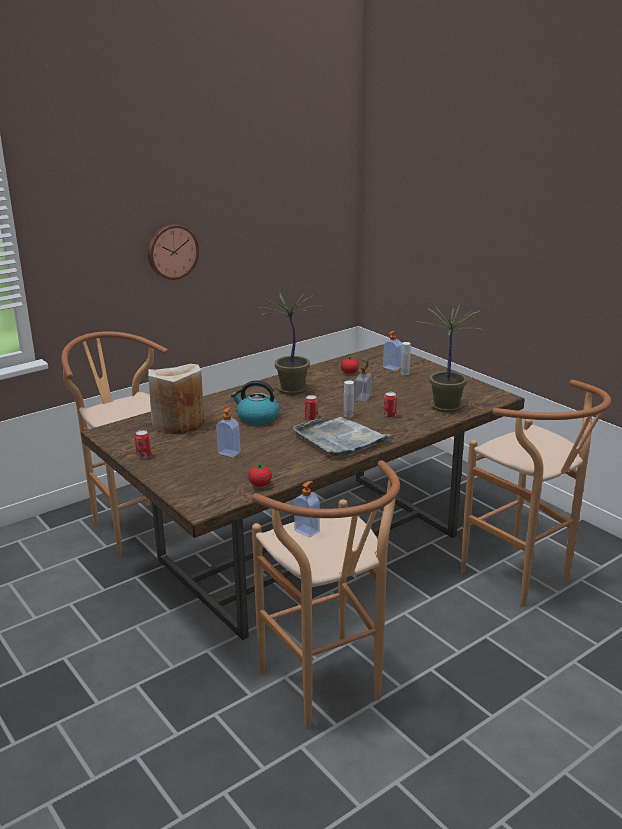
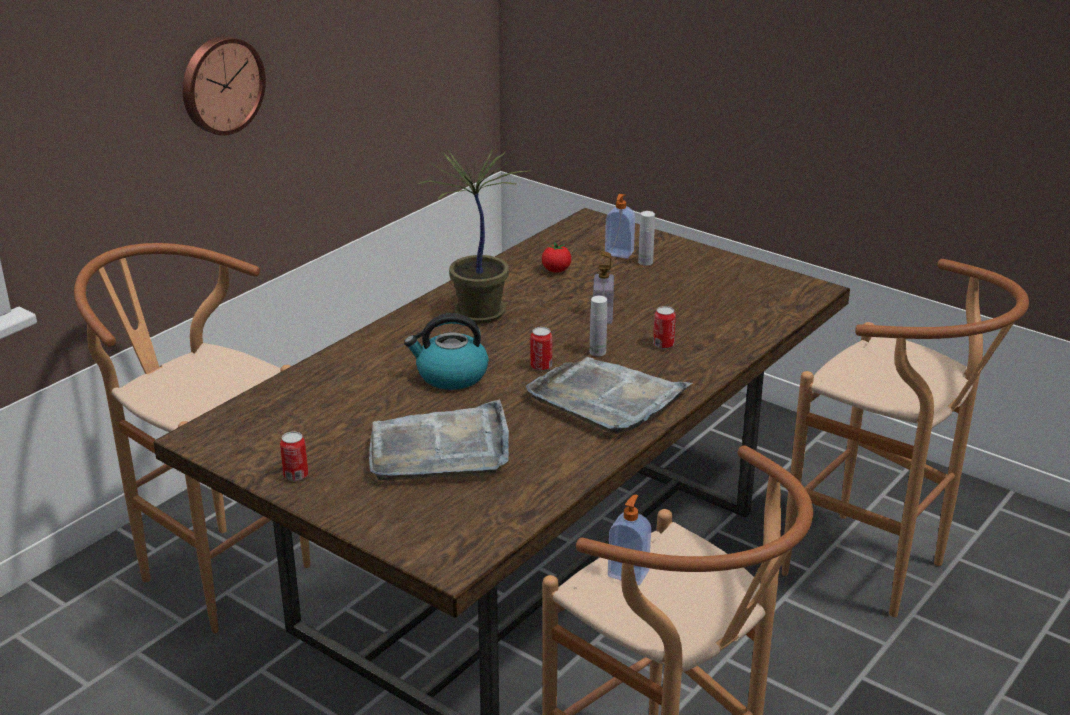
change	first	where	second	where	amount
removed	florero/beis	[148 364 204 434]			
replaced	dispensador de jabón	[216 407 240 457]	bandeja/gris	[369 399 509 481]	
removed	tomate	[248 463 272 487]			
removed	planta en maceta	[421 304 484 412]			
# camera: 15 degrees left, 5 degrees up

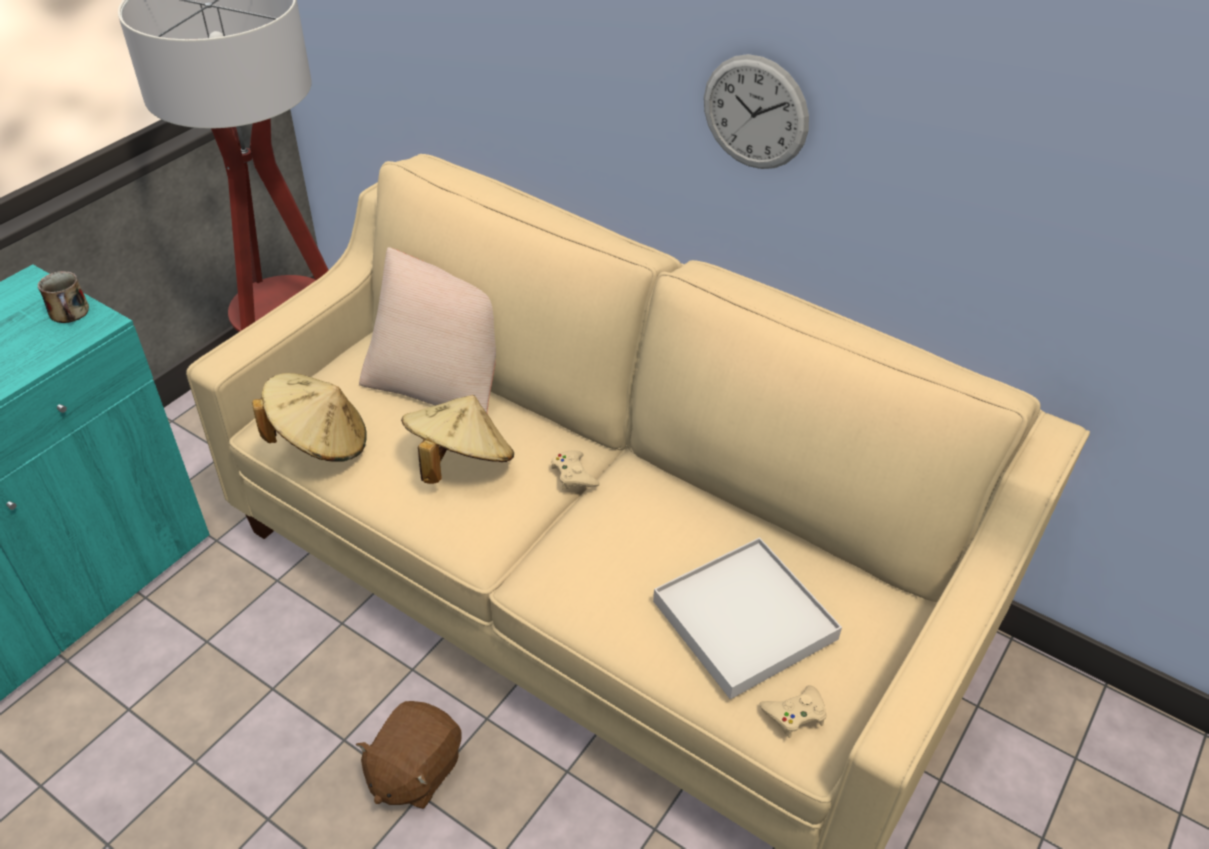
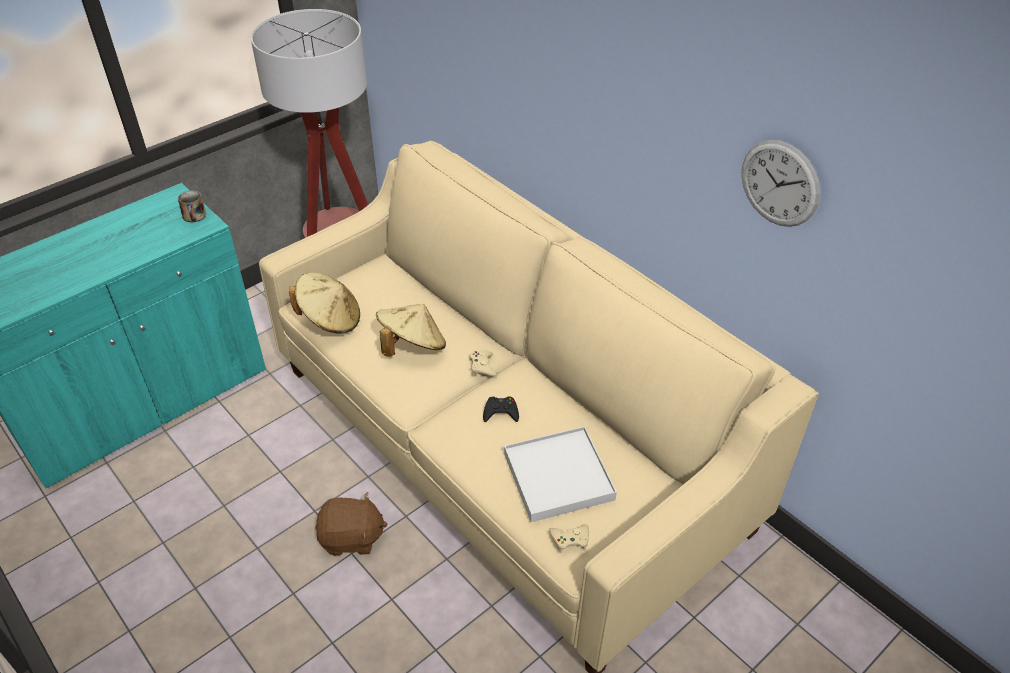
change	first	where	second	where	amount
turned	peluche/marrón	[356 701 462 809]		[315 492 388 556]	135 degrees counterclockwise
removed	cojín/beis	[359 247 496 413]			
moved	reloj de pared	[704 54 809 169]		[741 140 820 227]	
added			mando de consola/negro	[483 397 519 422]	
# camera: 15 degrees right, 0 degrees up

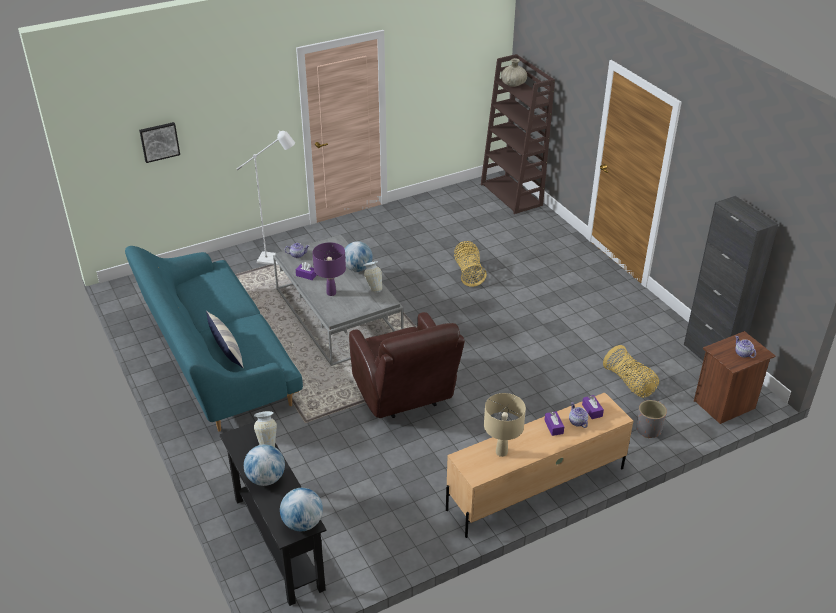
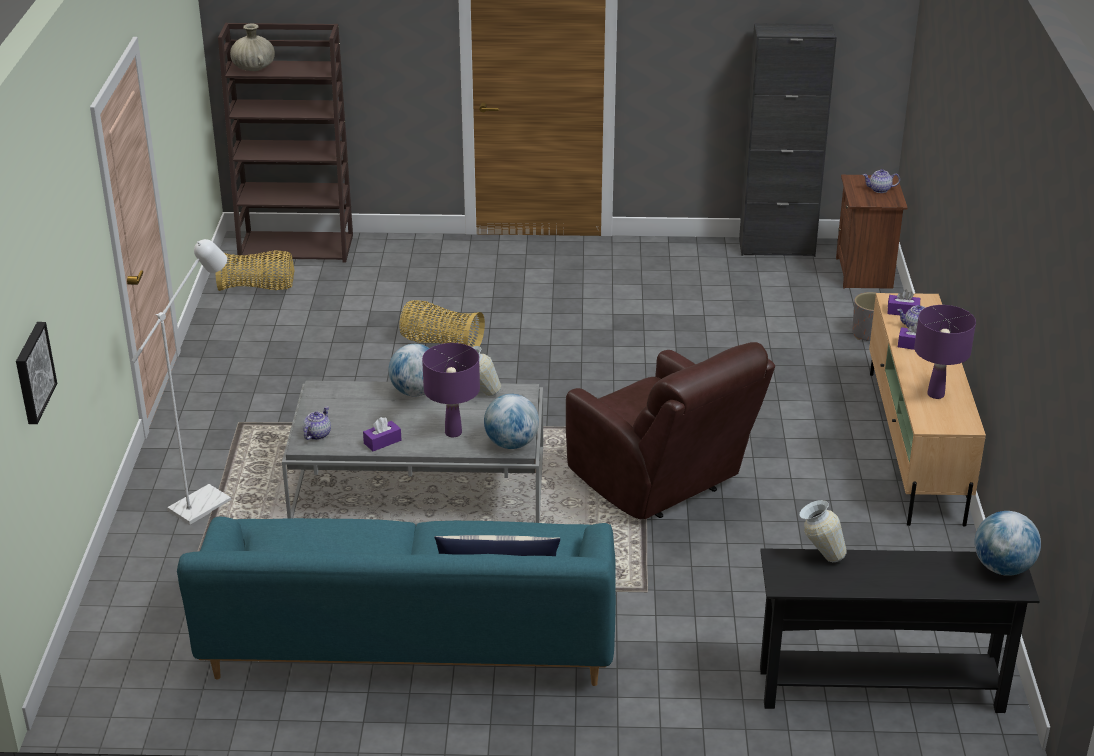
change	first	where	second	where	amount
moved	globo terráqueo	[244 444 285 486]		[484 394 539 449]	
turned	sillón/marrón	[349 312 465 418]		[566 342 775 519]	45 degrees clockwise
recoloured	lámpara de mesa/beis	[484 393 526 457]	lámpara de mesa/morado	[914 305 976 399]	
moved	cesta	[603 345 659 398]		[215 250 294 291]	
# camera: 60 degrees left, 5 degrees down

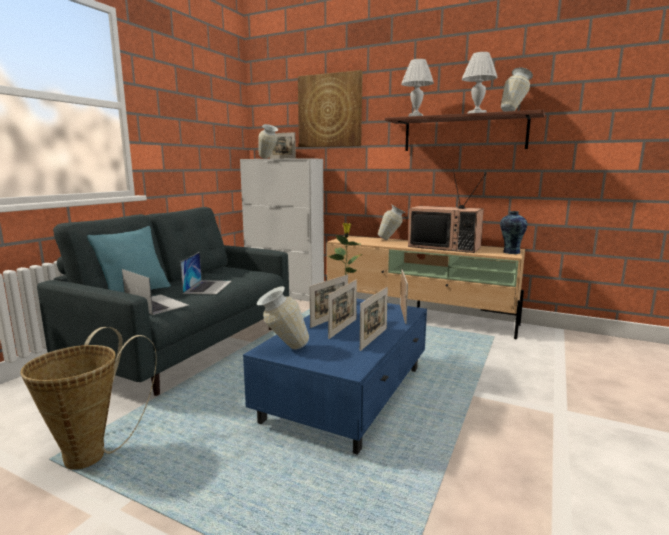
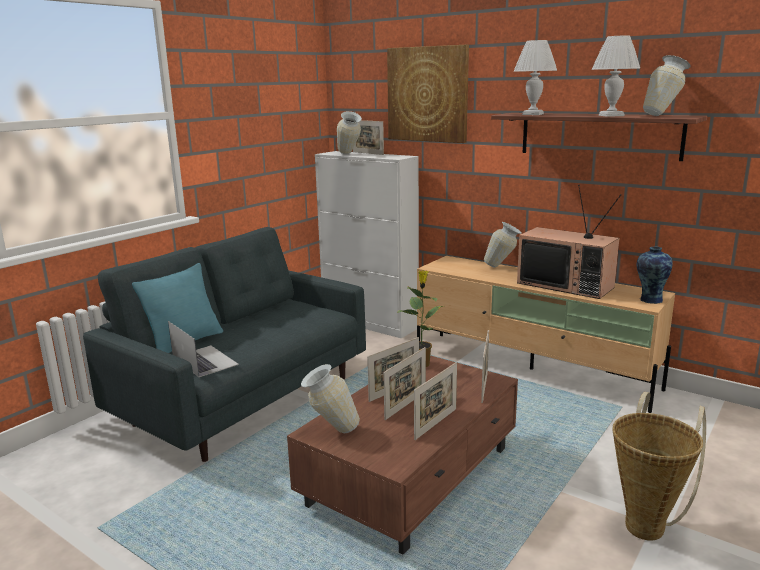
change	first	where	second	where	amount
moved	cesta	[20 327 157 470]		[612 392 706 541]	
removed	portátil	[180 252 232 295]			
recoloured	mesa de centro/azul	[243 299 427 455]	mesa de centro/marrón	[287 355 518 555]	
# camera: 10 degrees right, 5 degrees up

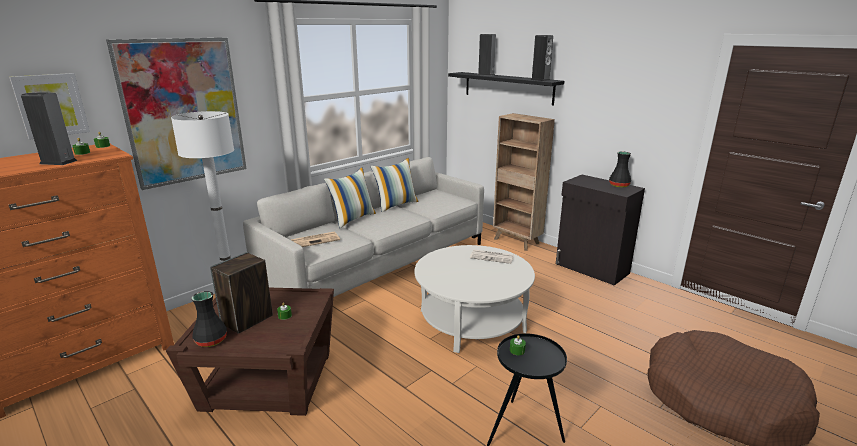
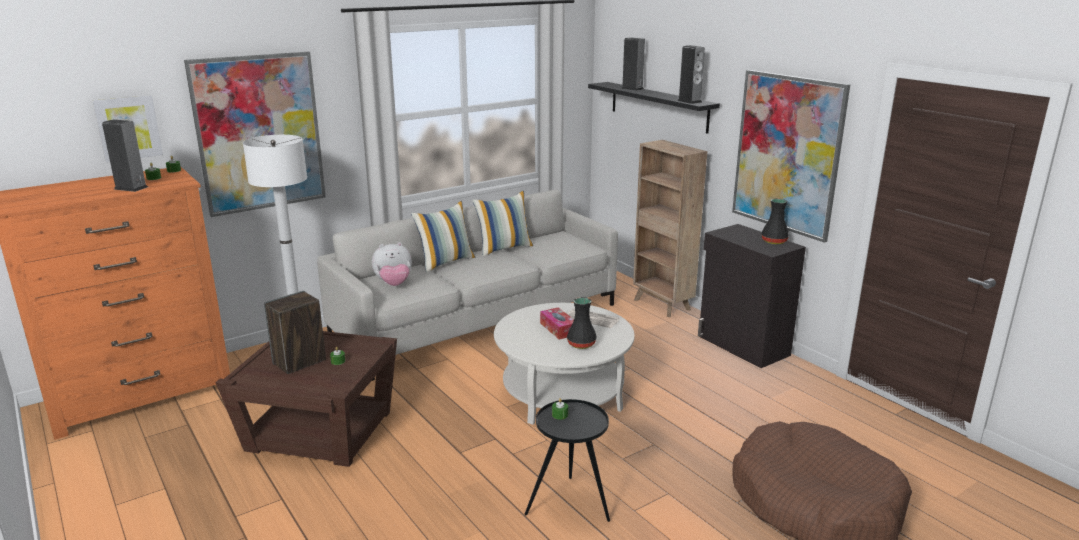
change	first	where	second	where	amount
moved	florero/negro	[192 291 227 347]		[567 297 597 349]	
replaced	periódico	[291 232 340 247]	peluche	[372 242 412 286]	
added			caja de pañuelos	[540 307 574 339]	
added			cuadro	[732 70 850 243]	
# camera: 10 degrees right, 0 degrees up

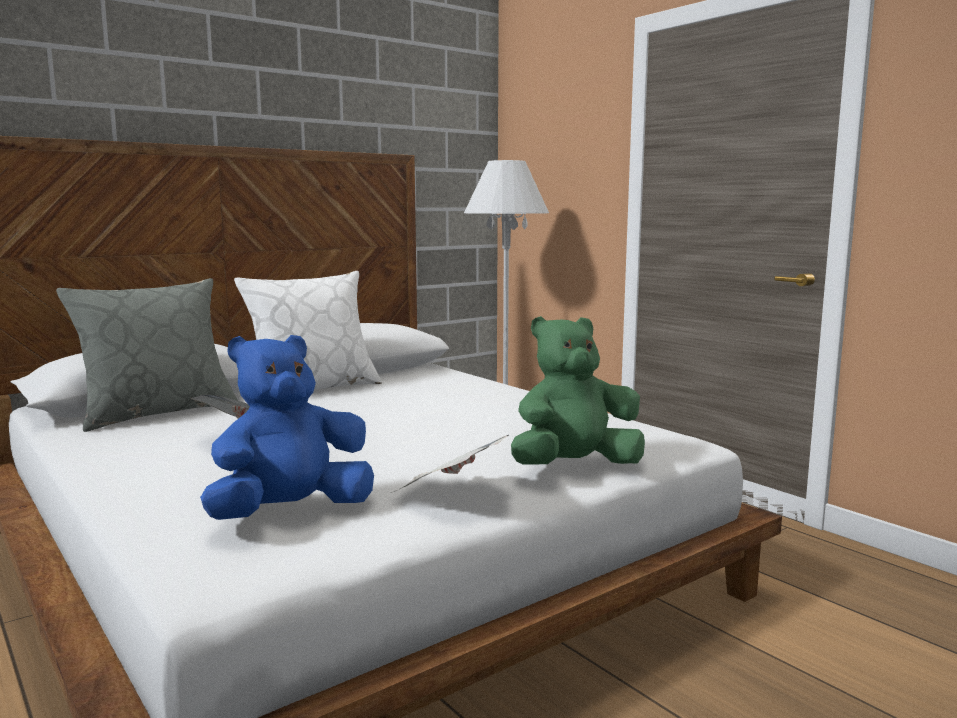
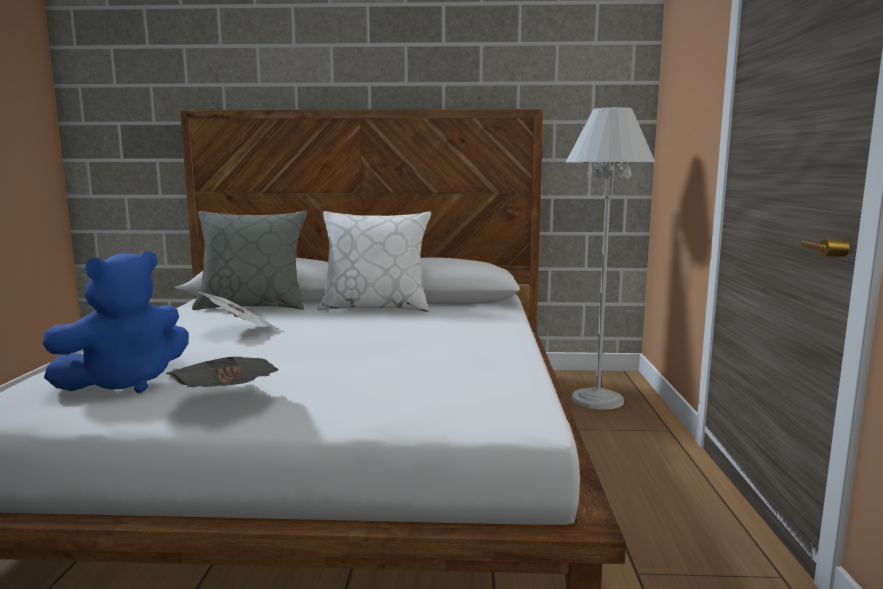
change	first	where	second	where	amount
turned	peluche/azul	[200 335 374 520]		[43 251 189 393]	135 degrees clockwise
removed	peluche/verde	[511 316 645 465]			
# camera: 40 degrees right, 0 degrees up

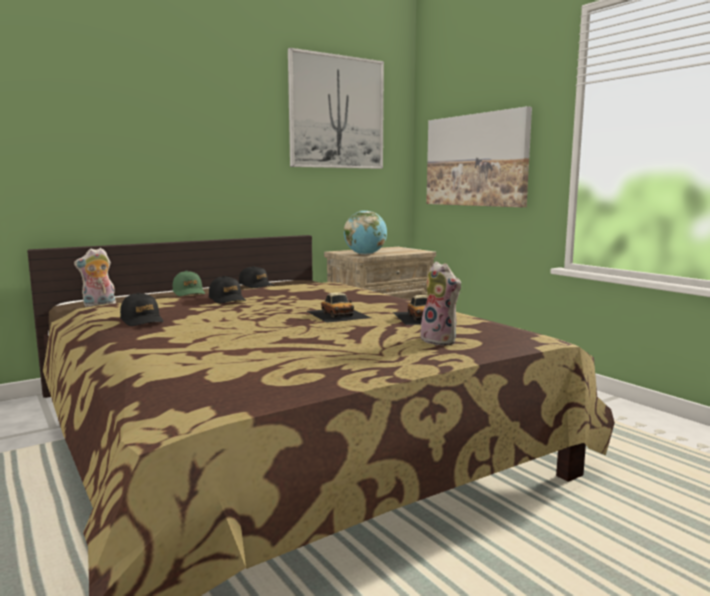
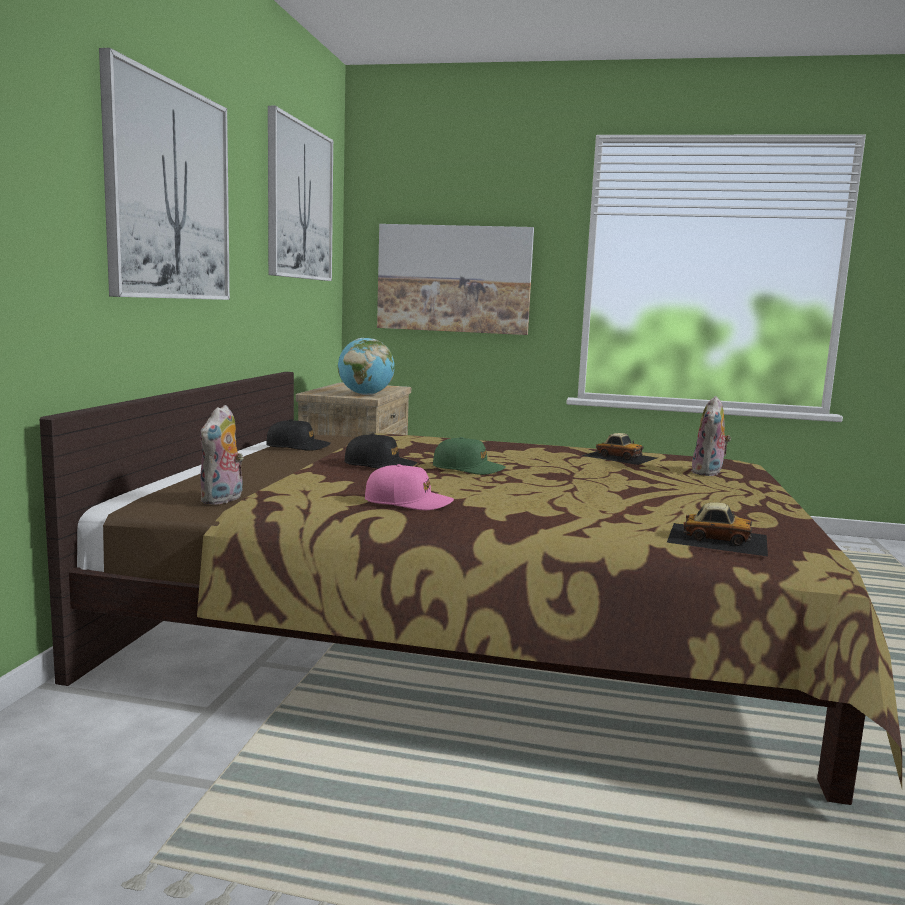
change	first	where	second	where	amount
recoloured	gorra/negro	[120 293 164 326]	gorra/rosa	[365 464 454 510]	
moved	gorra/verde	[172 271 205 296]		[433 437 506 475]	
moved	coche de juguete	[307 292 371 323]		[667 502 768 556]	
turned	peluche	[420 262 461 346]		[691 396 731 476]	105 degrees clockwise
added			cuadro	[99 48 230 300]	
# camera: 45 degrees left, 0 degrees up

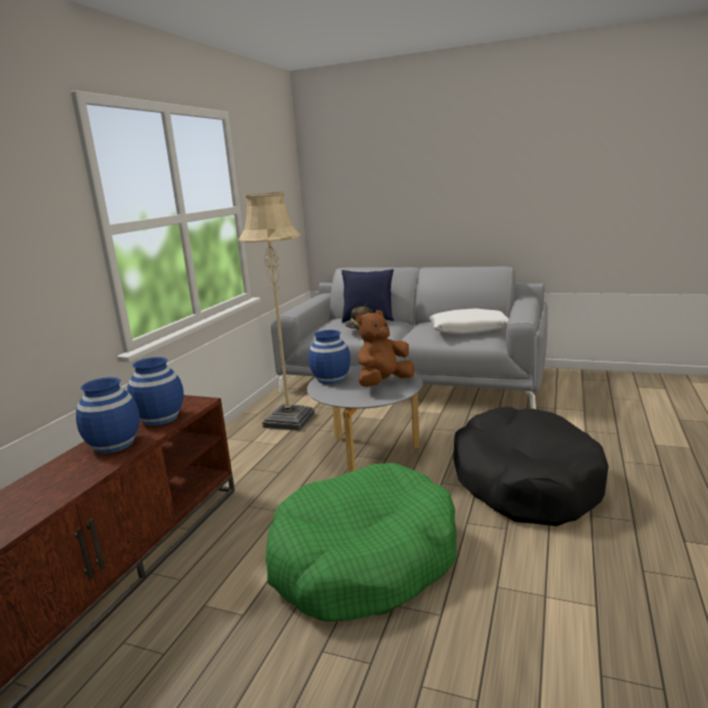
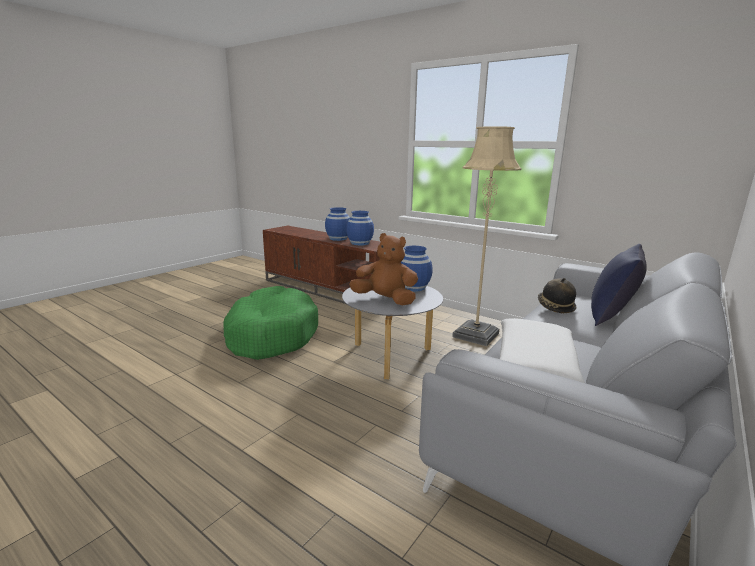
change	first	where	second	where	amount
turned	peluche/marrón	[356 310 415 387]		[349 233 418 305]	45 degrees counterclockwise
removed	cama para perro/negro	[453 407 608 526]			
# camera: 105 degrees right, 0 degrees up

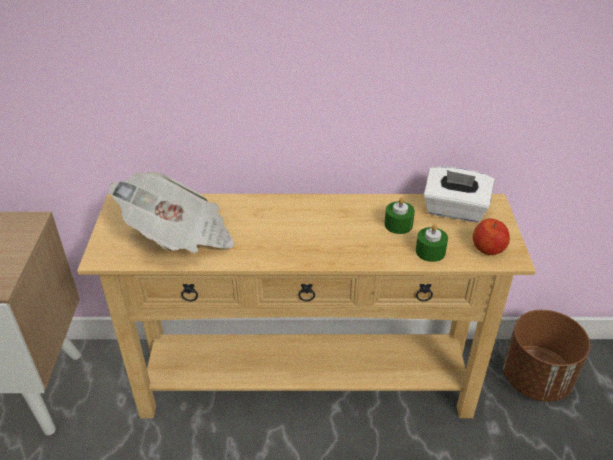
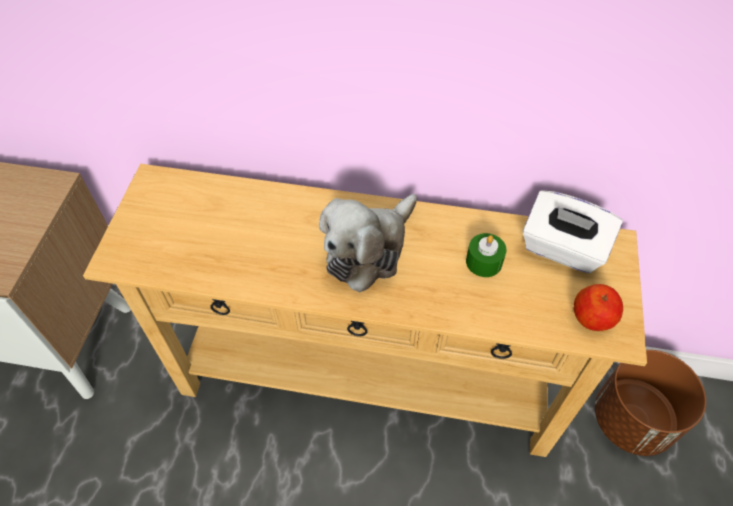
change	first	where	second	where	amount
removed	periódico	[109 172 235 253]			
removed	vela/verde	[416 224 448 262]			
added			peluche	[319 194 417 293]	
# camera: 10 degrees right, 15 degrees up

